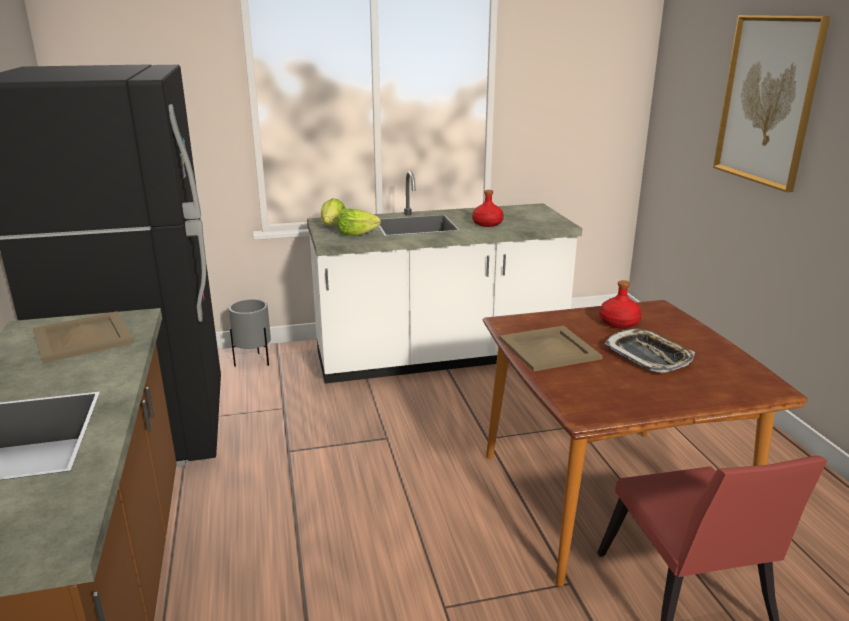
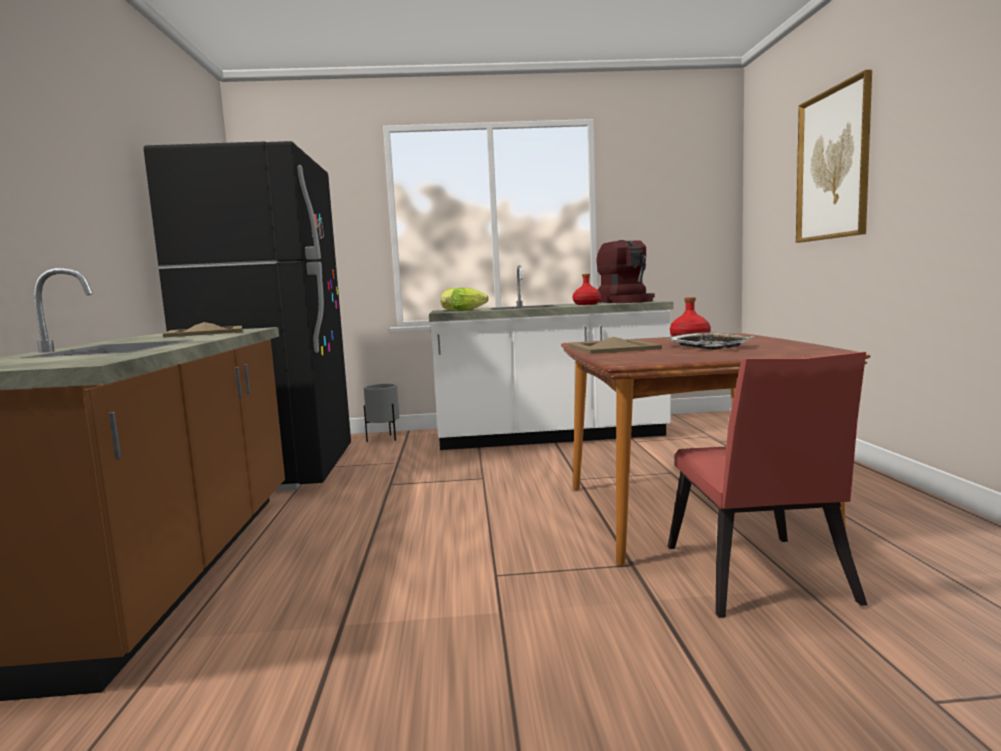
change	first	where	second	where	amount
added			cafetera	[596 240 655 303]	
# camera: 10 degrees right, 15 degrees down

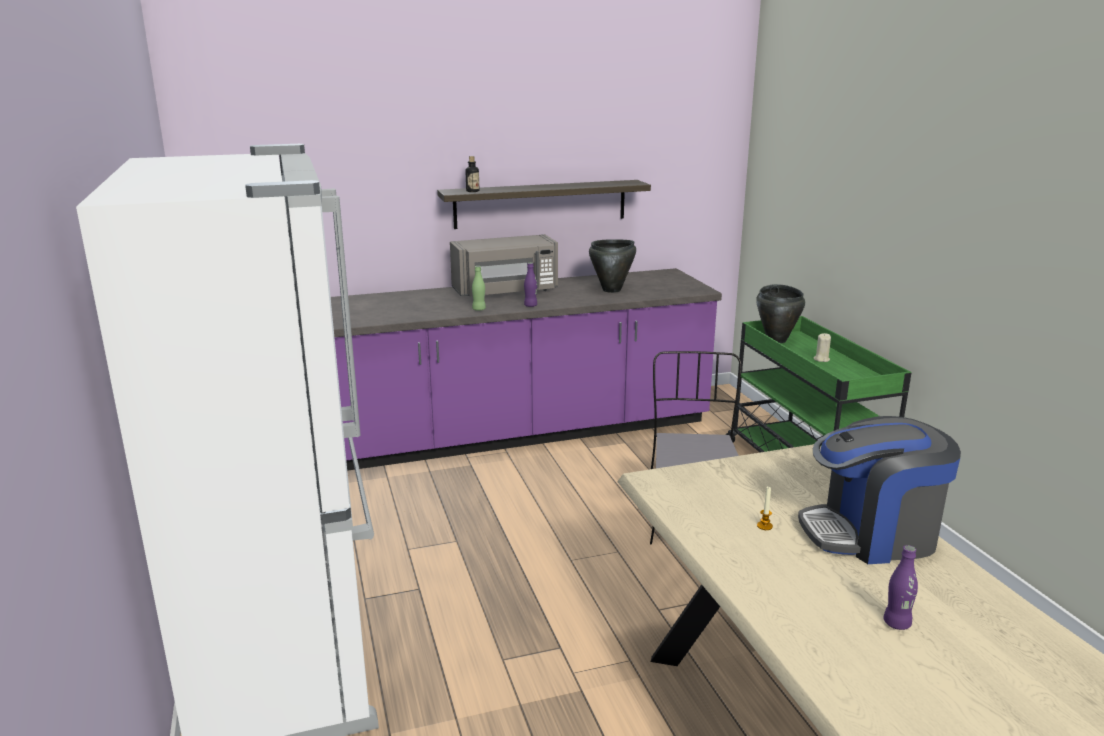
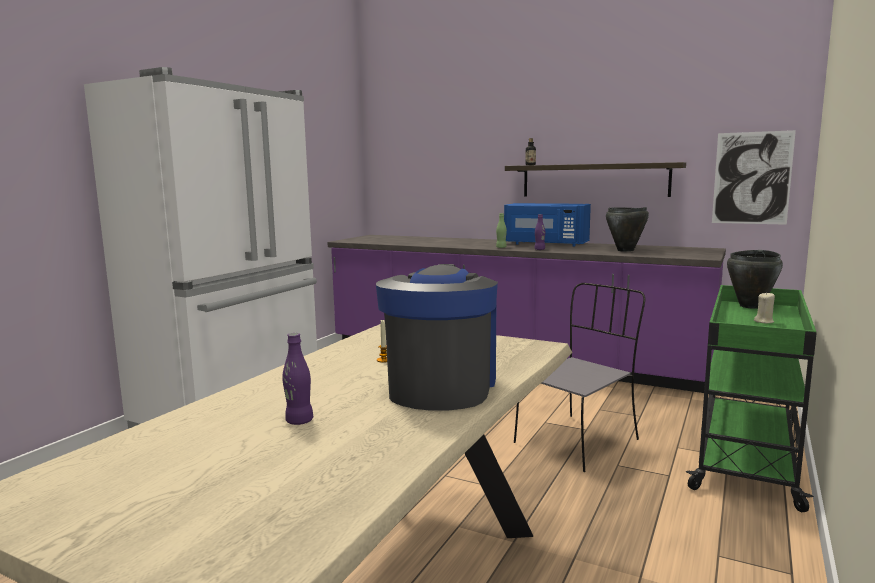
change	first	where	second	where	amount
recoloured	microondas/gris	[450 234 558 296]	microondas/azul	[504 203 591 247]	
turned	cafetera	[798 416 961 564]		[376 264 498 411]	60 degrees clockwise
added			cuadro	[712 130 796 225]	
# camera: 45 degrees right, 10 degrees down

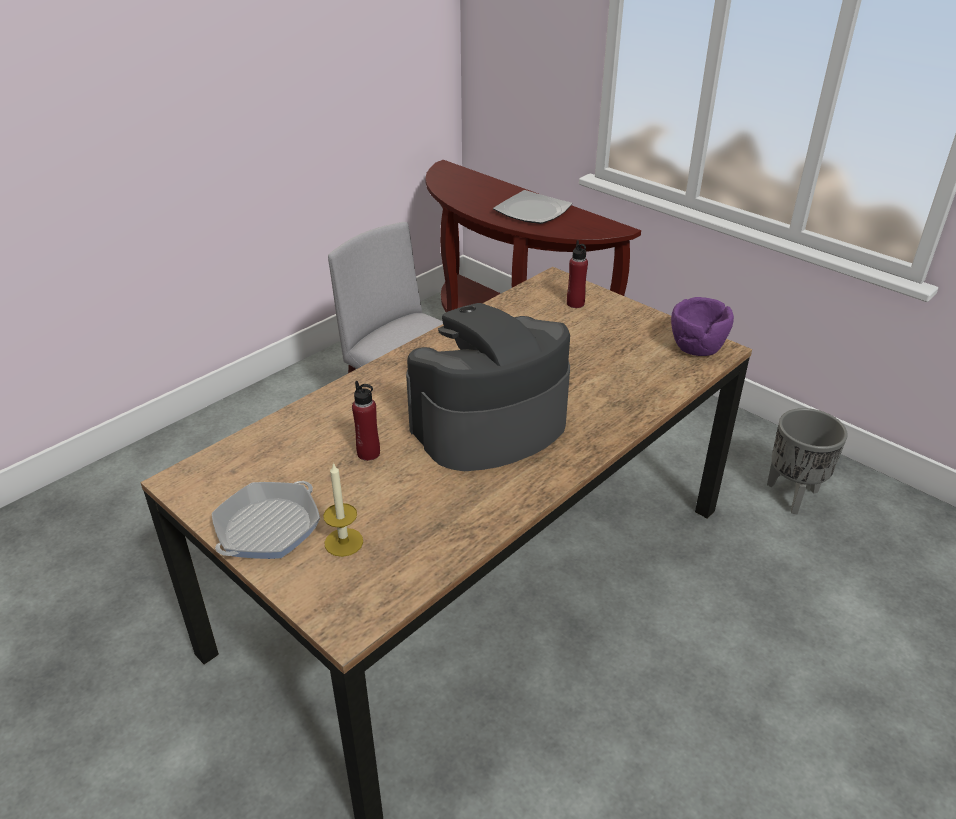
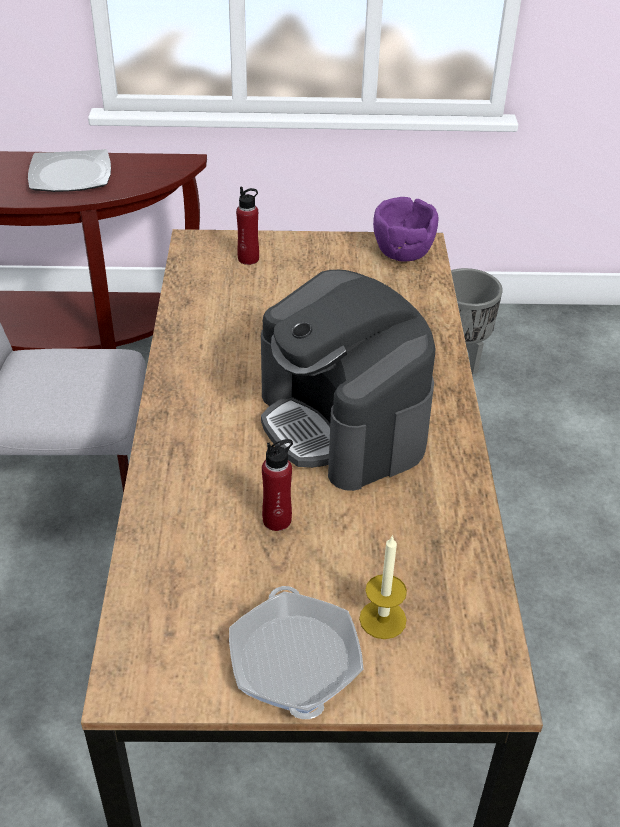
change	first	where	second	where	amount
turned	cafetera	[406 303 570 471]		[261 270 435 491]	45 degrees counterclockwise
# camera: 45 degrees left, 5 degrees up

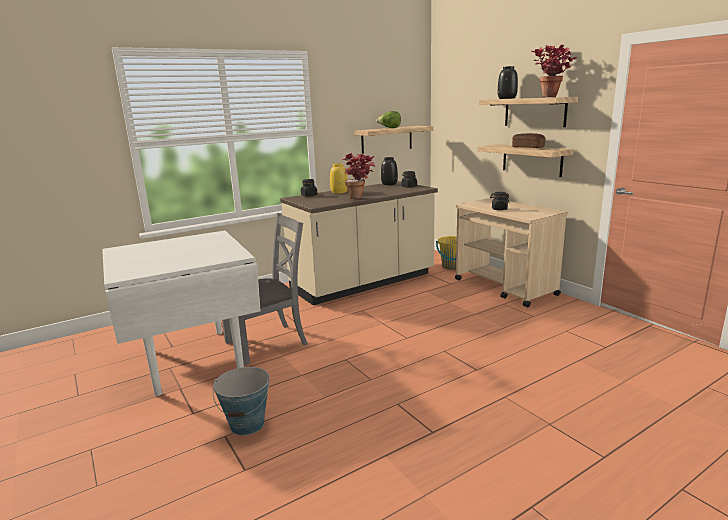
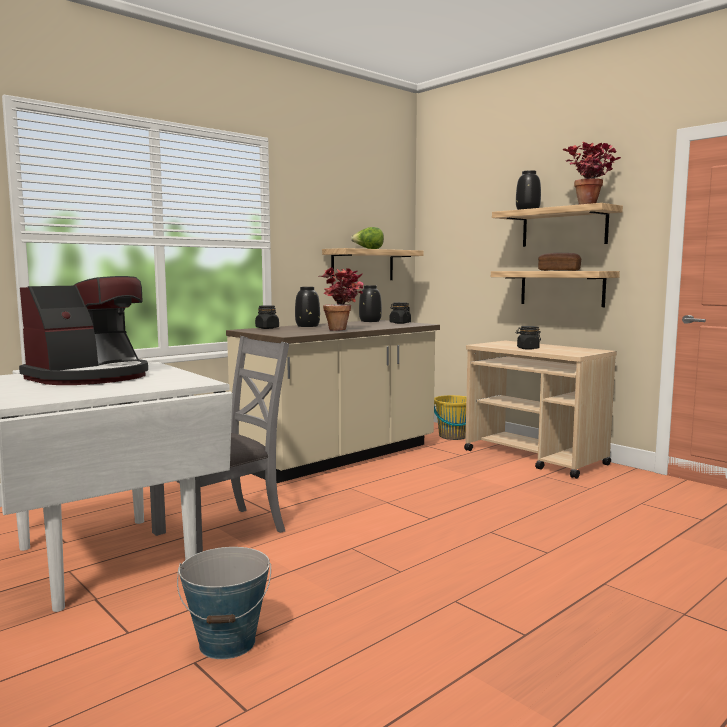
change	first	where	second	where	amount
recoloured	florero/amarillo	[330 163 348 194]	florero/negro	[295 287 320 327]	
added			cafetera	[19 276 148 385]	
# camera: 10 degrees left, 10 degrees down

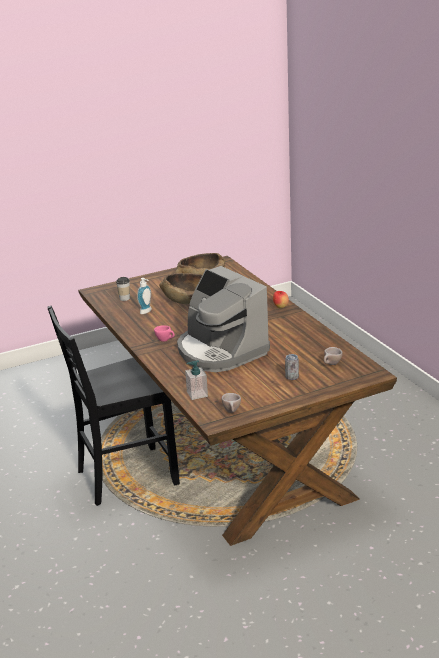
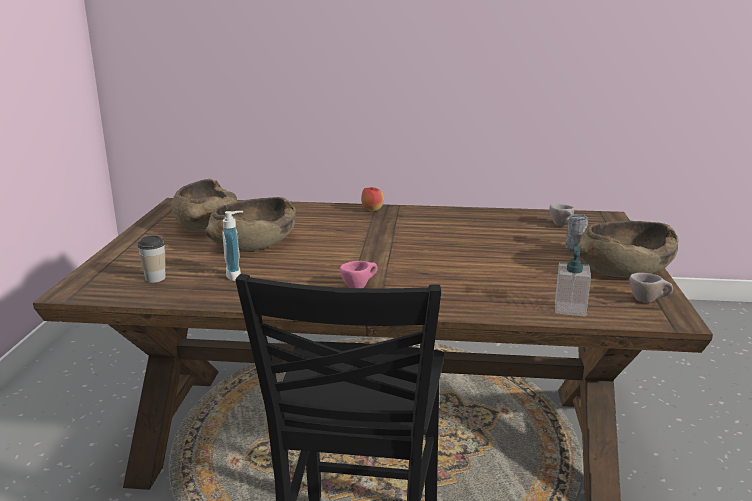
change	first	where	second	where	amount
removed	cafetera	[177 266 270 372]			
added			cuenco/marrón	[578 221 679 277]	
# camera: 60 degrees left, 5 degrees down

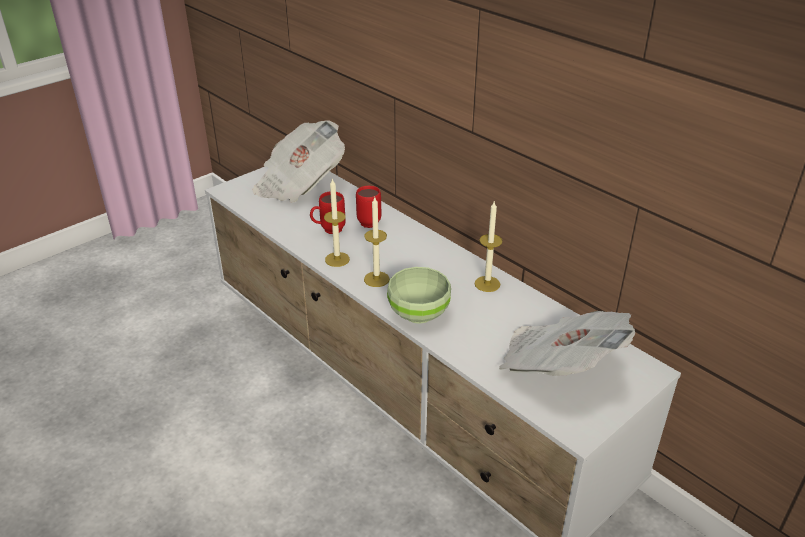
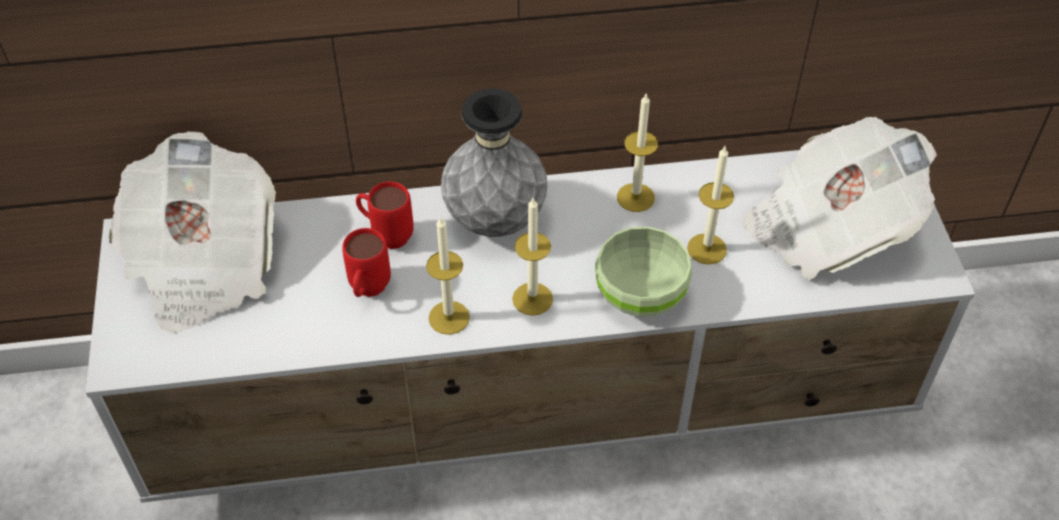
change	first	where	second	where	amount
added			florero/gris	[441 88 547 237]	
added			vela	[687 146 734 264]	
# camera: 55 degrees left, 15 degrees up

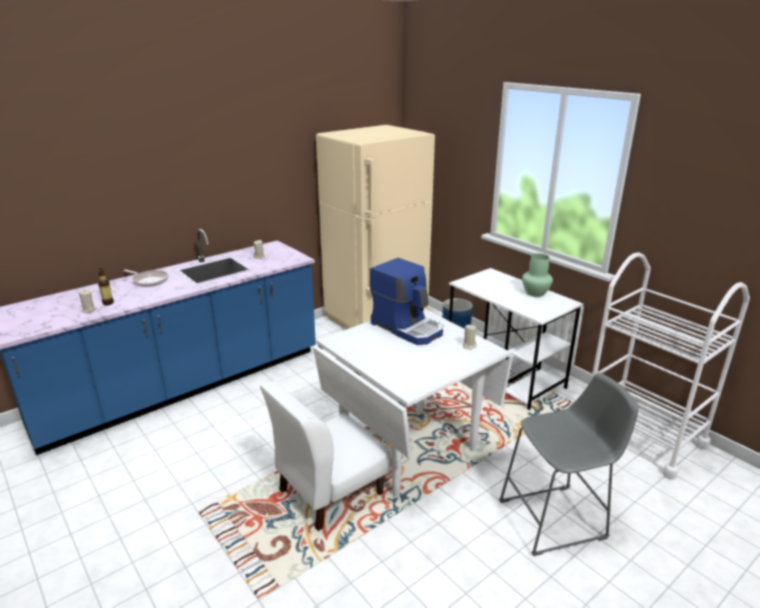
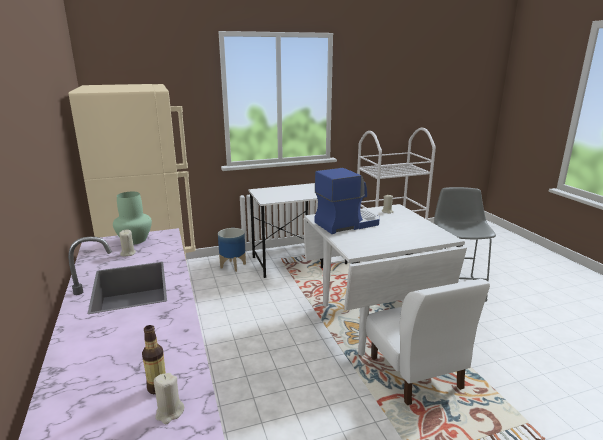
change	first	where	second	where	amount
removed	sartén	[124 270 169 287]			
moved	florero/verde	[522 254 553 297]		[113 192 152 245]	
# camera: 70 degrees left, 5 degrees down

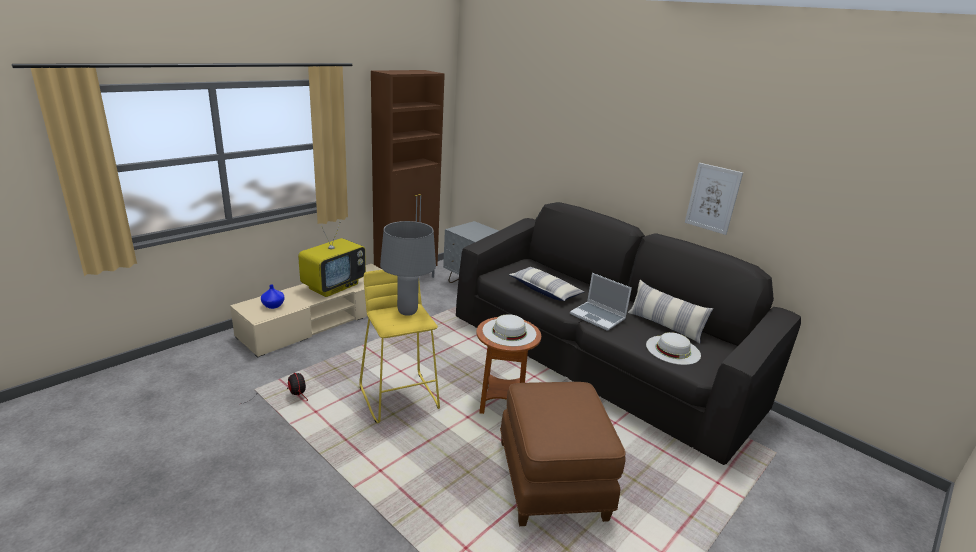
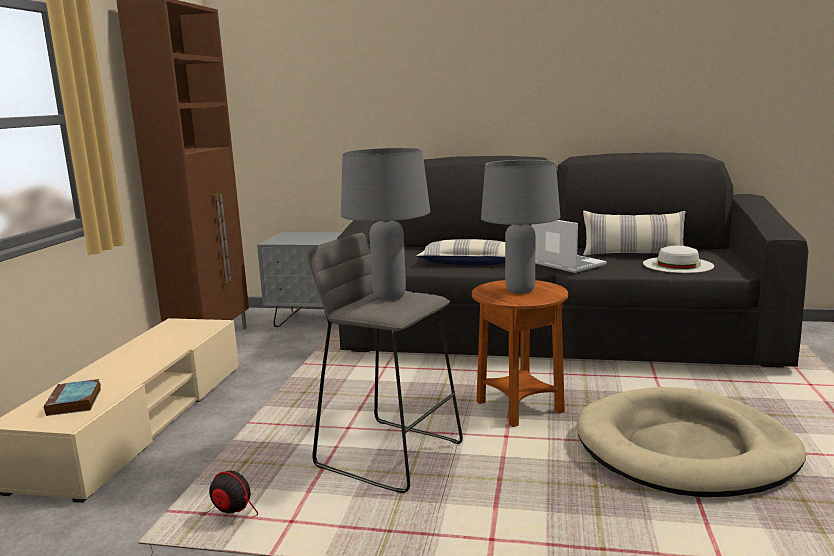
change	first	where	second	where	amount
replaced	florero/azul	[261 284 284 309]	libro	[44 379 101 416]	
removed	televisor	[298 223 366 297]			
recoloured	taburete/amarillo	[359 270 440 423]	taburete/gris	[307 233 463 493]	
replaced	sombrero/blanco	[483 314 536 346]	lámpara de mesa/gris	[481 160 560 294]	
replaced	puf/marrón	[500 382 626 526]	cama para perro/beis	[577 387 806 497]	
turned	portátil	[570 273 632 331]		[531 220 607 273]	135 degrees counterclockwise
removed	cuadro	[685 163 743 235]			
# camera: 30 degrees left, 10 degrees down

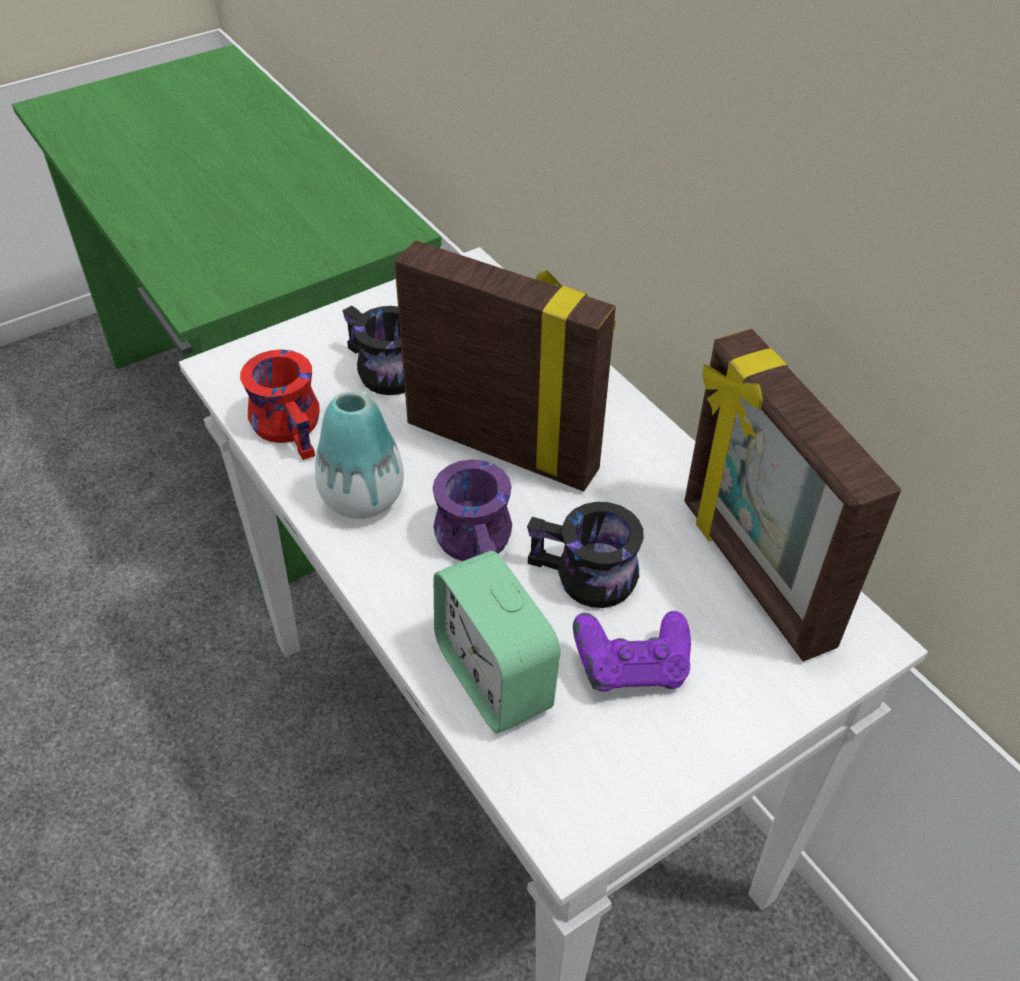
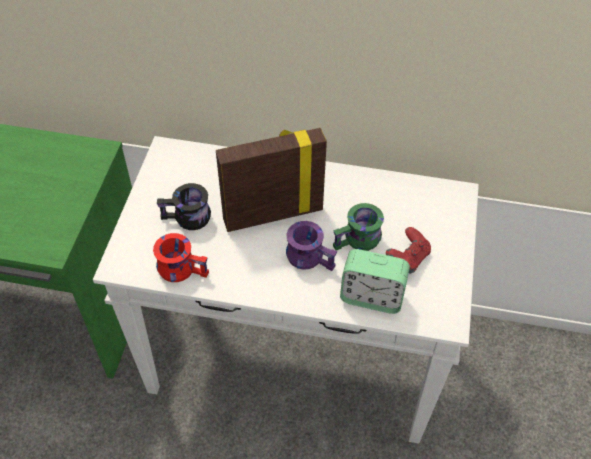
change	first	where	second	where	amount
removed	florero	[315 392 404 519]			
recoloured	taza grande/negro	[527 502 644 608]	taza grande/verde	[333 203 384 251]	
recoloured	mando de consola/morado	[573 611 691 691]	mando de consola/rojo	[386 227 431 274]	
removed	portarretratos	[684 329 901 661]			
# camera: 45 degrees left, 5 degrees up

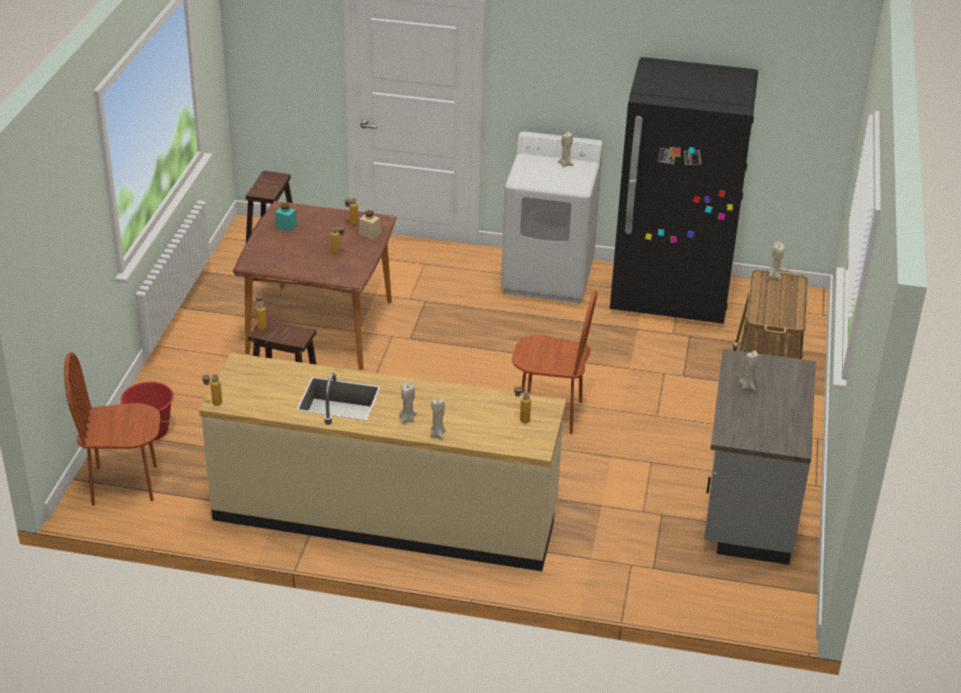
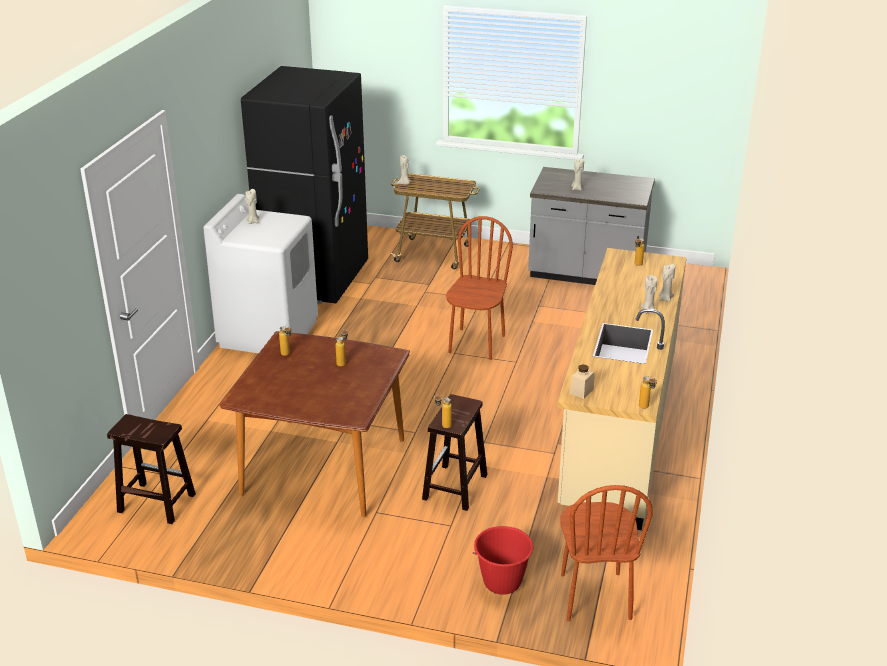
change	first	where	second	where	amount
removed	tarro/turquesa	[275 203 297 232]			
moved	tarro/beis	[359 210 381 239]		[570 364 594 399]	
# camera: 85 degrees left, 5 degrees down

